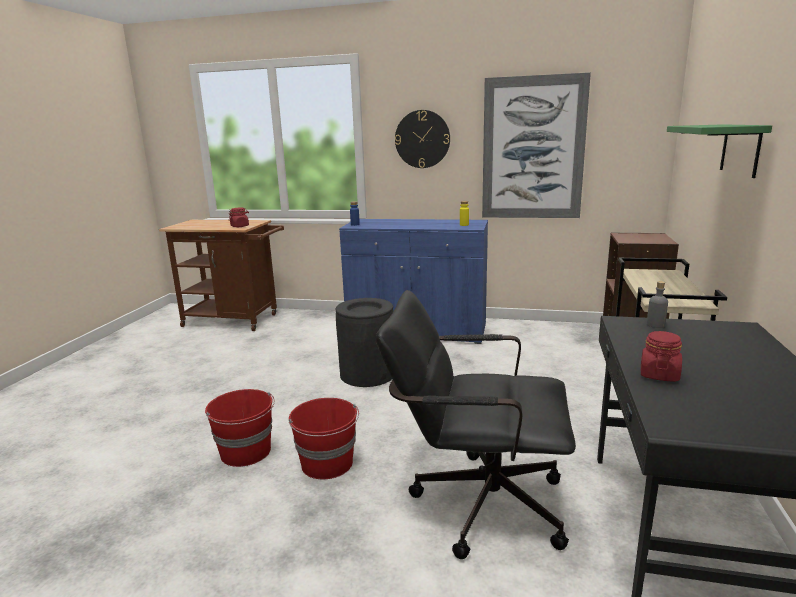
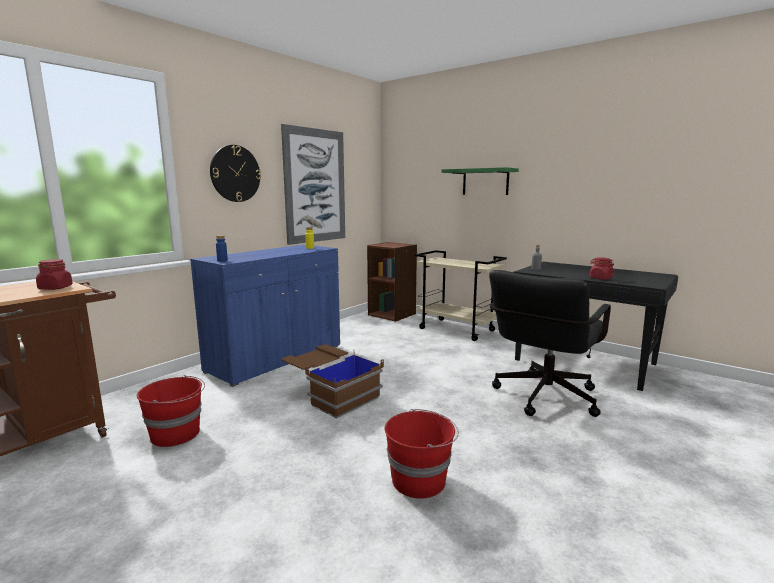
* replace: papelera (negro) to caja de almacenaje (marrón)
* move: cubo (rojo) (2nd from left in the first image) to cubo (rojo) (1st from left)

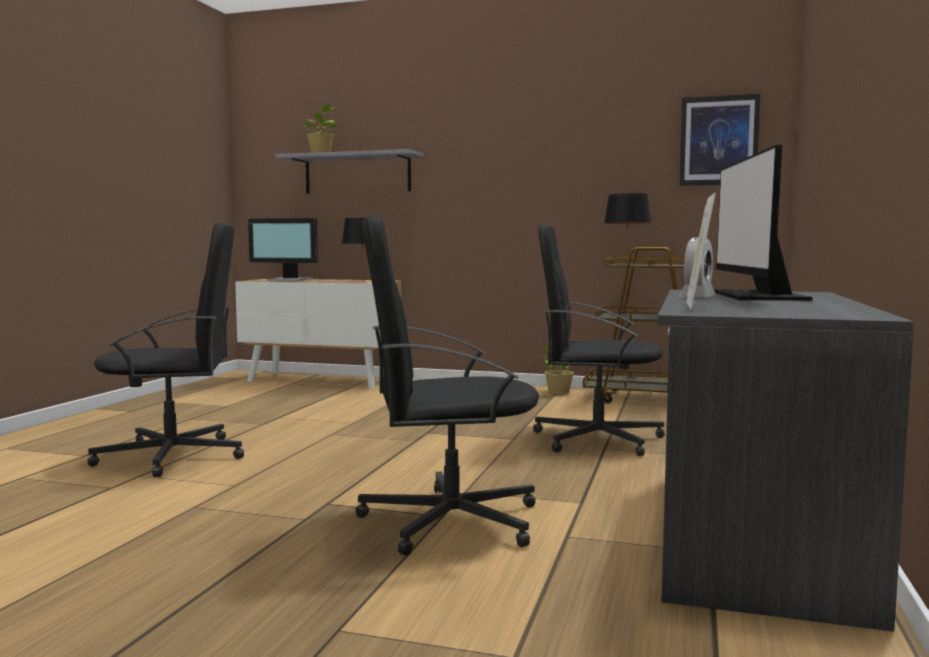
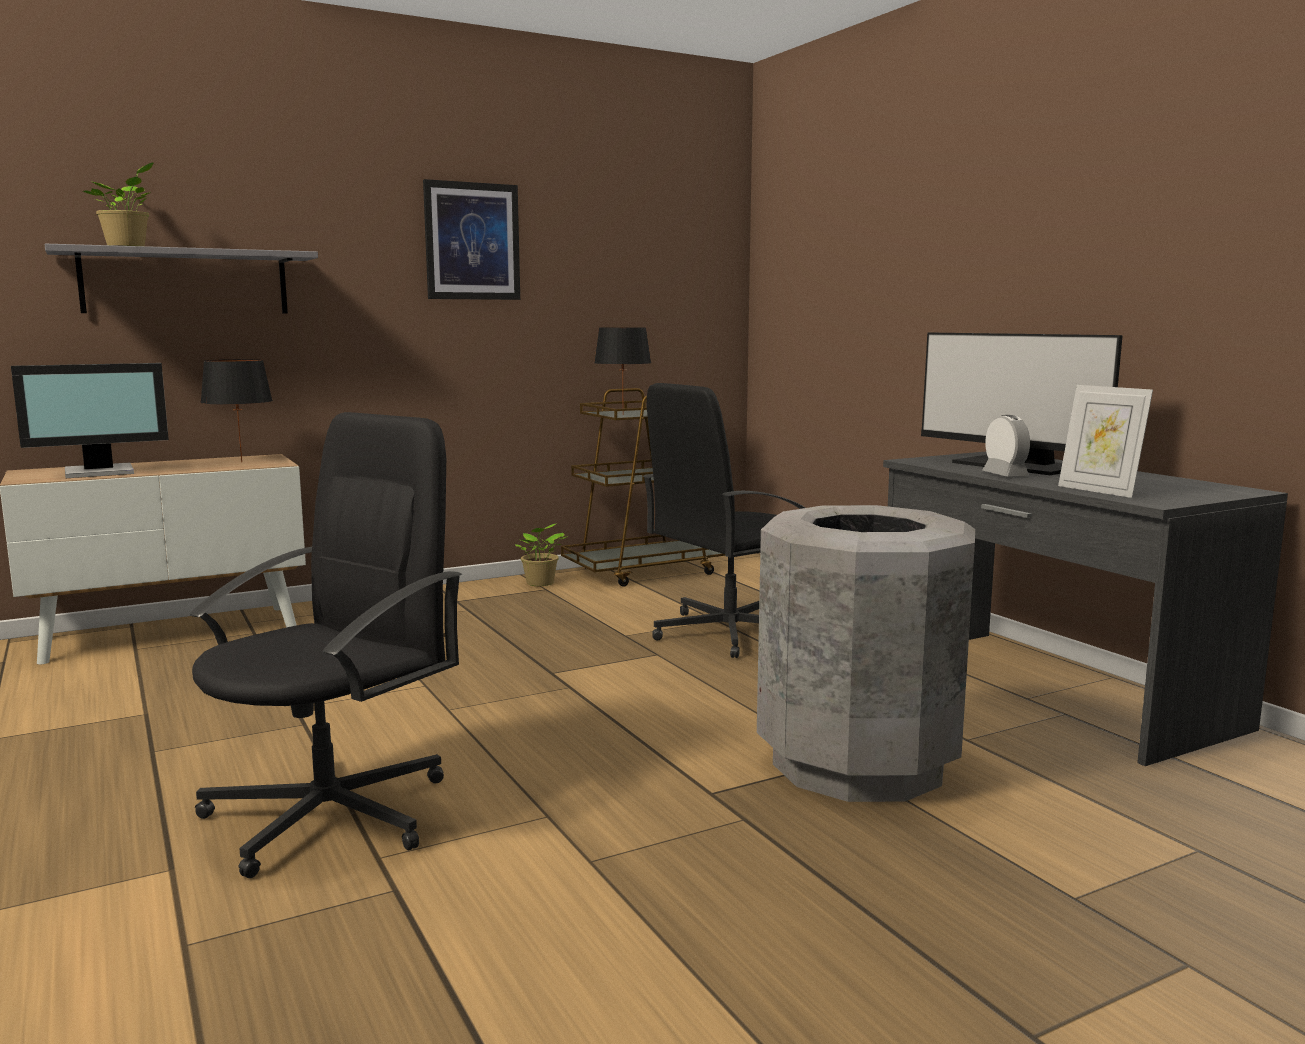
* move: cuadro
* replace: silla de oficina (negro) (2nd from left) to papelera (gris)

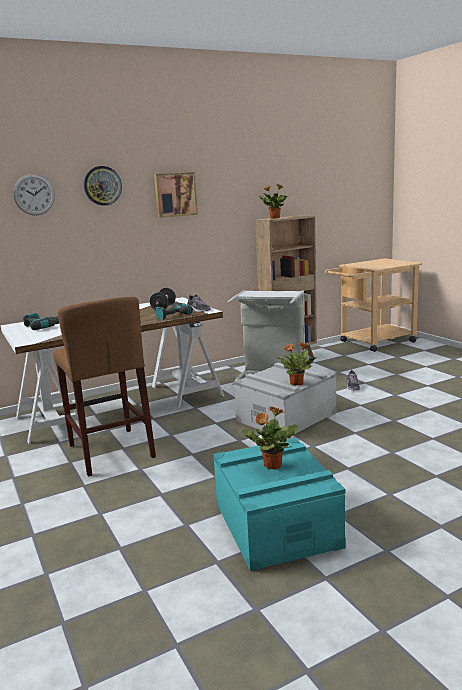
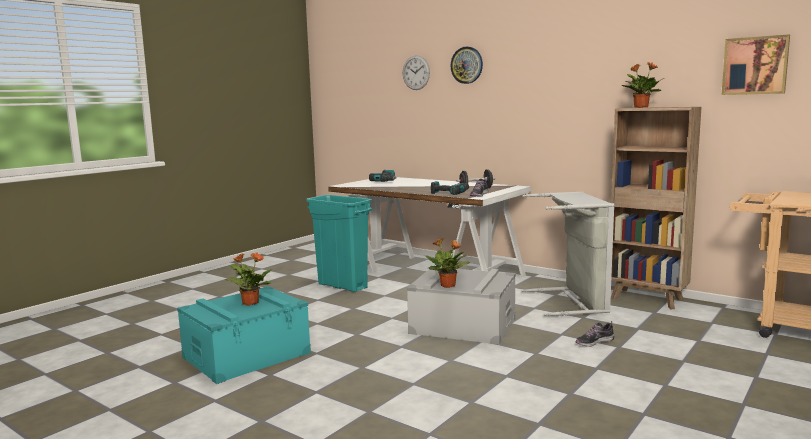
* move: cuadro
* replace: taburete (marrón) to papelera (turquesa)

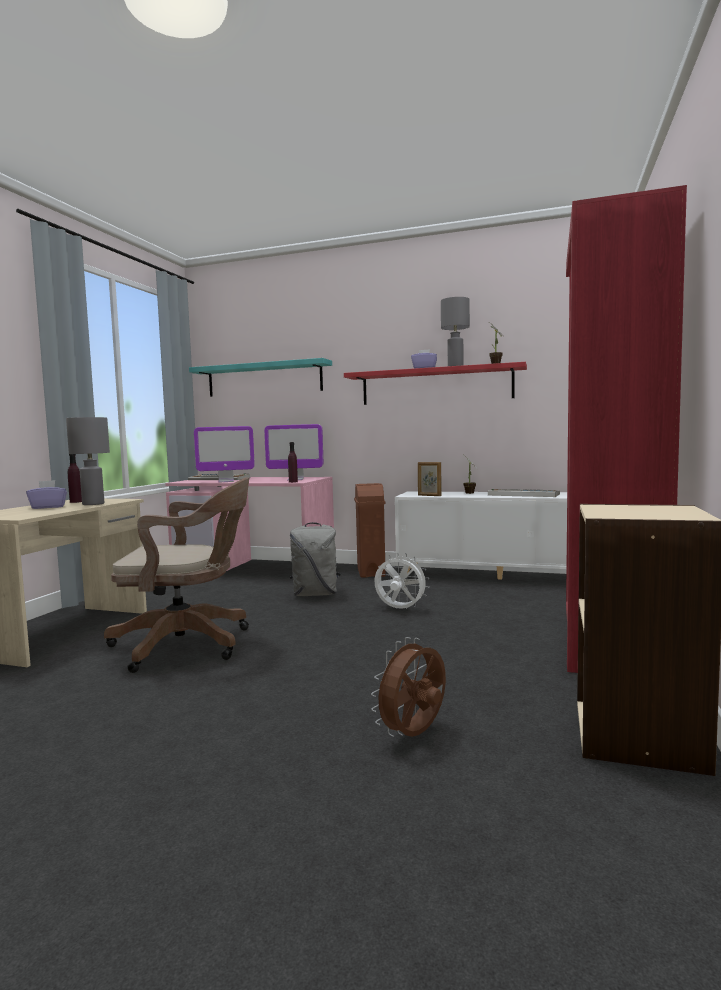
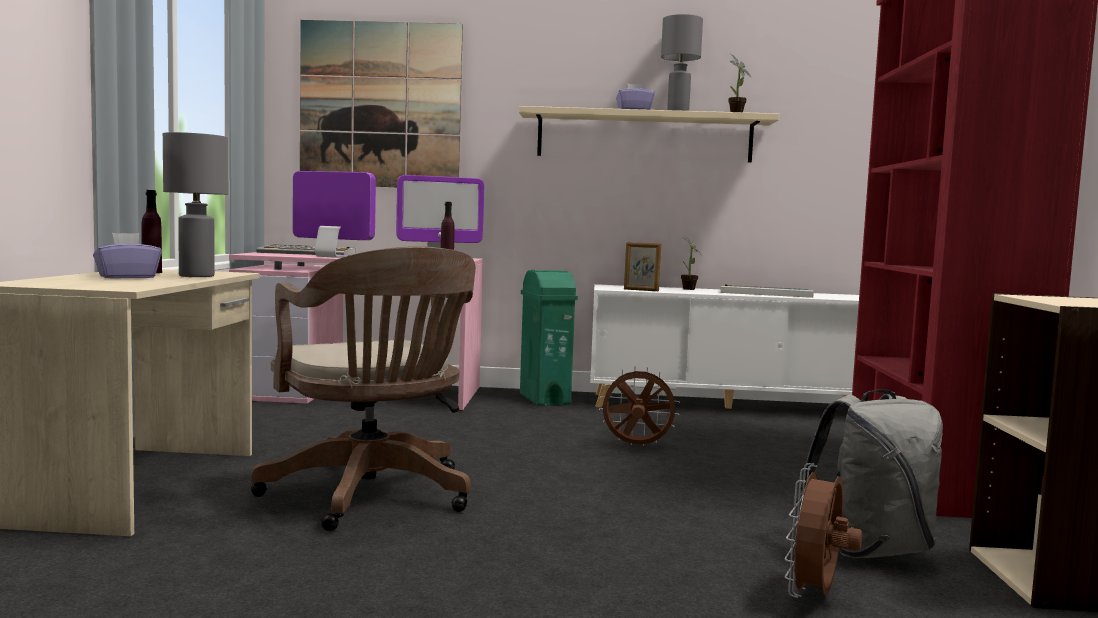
* replace: estante (turquesa) to cuadro
* recolor: estante (rojo) to estante (beis)
* rotate: monitor (1st from left) 135 degrees counterclockwise
* rotate: silla de oficina (marrón) 75 degrees clockwise
* recolor: papelera (marrón) to papelera (verde)
* move: mochila (gris)
* recolor: ventilador (blanco) to ventilador (marrón) (1st from left)

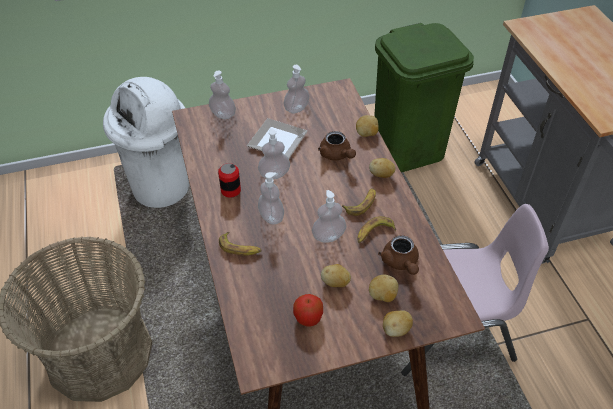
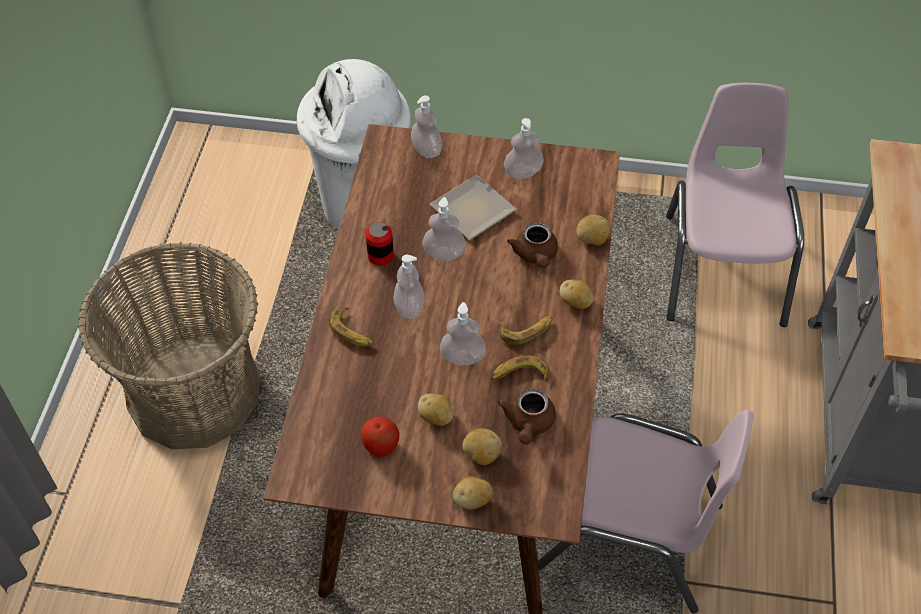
* replace: papelera (verde) to silla (rosa) (2nd from left)

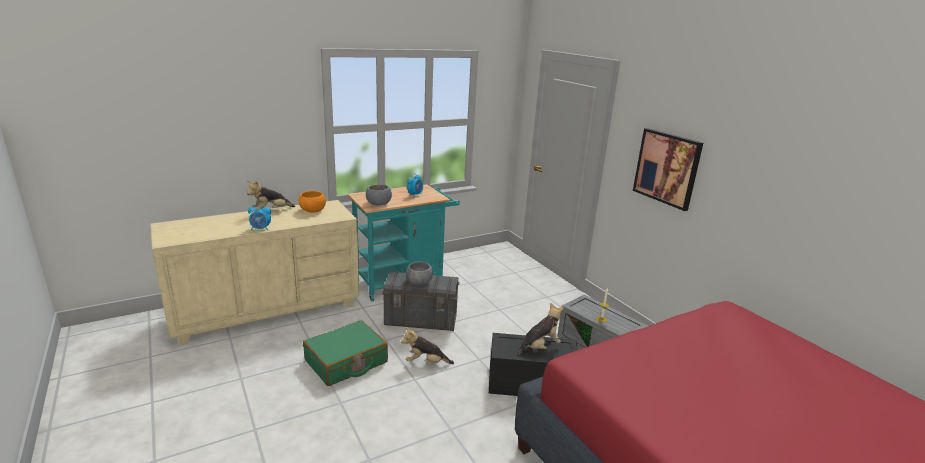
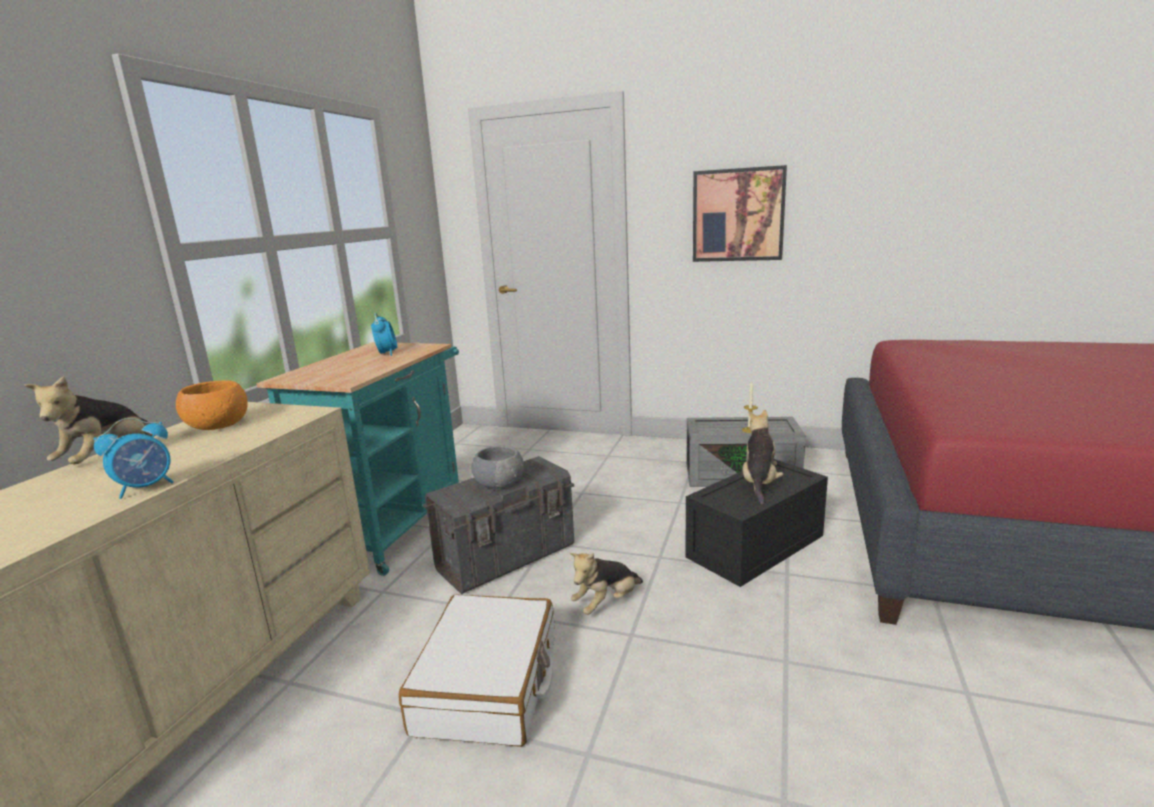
* delete: cuenco (gris) (1st from left)
* recolor: maleta (verde) to maleta (blanco)

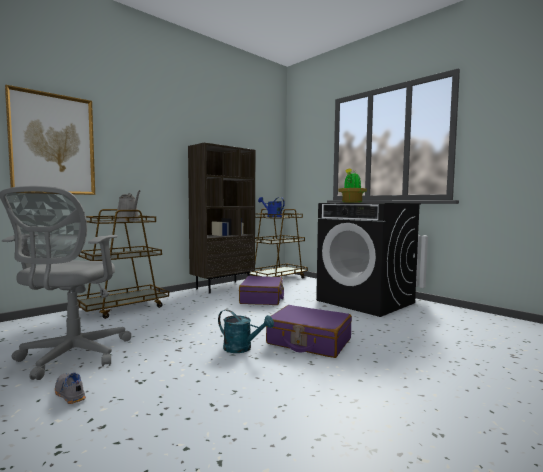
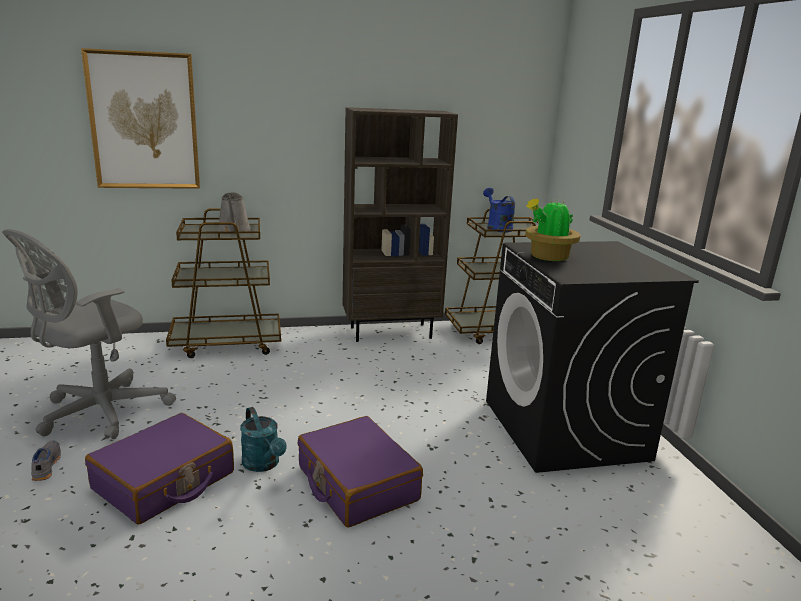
* move: maleta (morado) (1st from left)

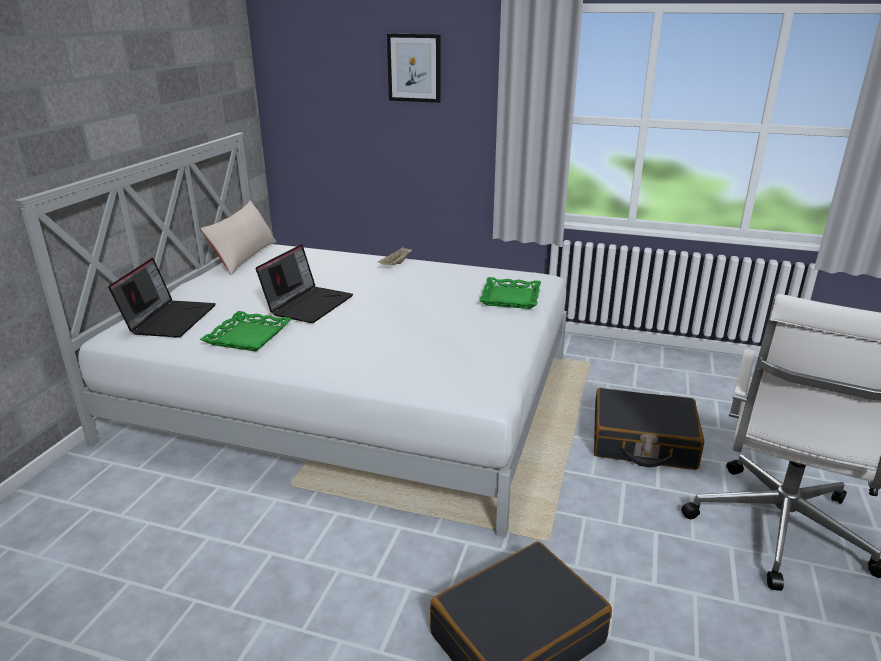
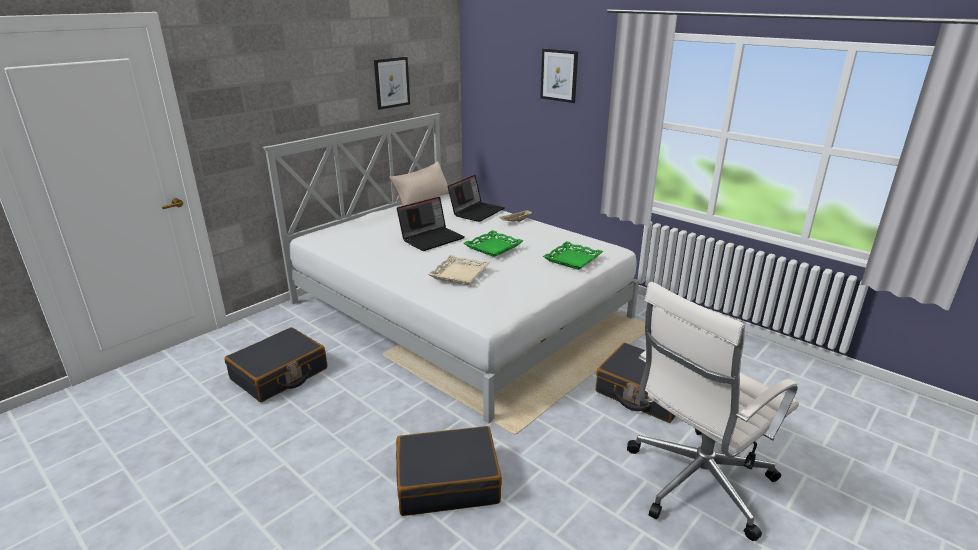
* move: portátil (1st from left in the first image) to portátil (2nd from left)
* move: bandeja (verde) (1st from left)
* insert: cuadro (1st from left)
* insert: bandeja (beis) (1st from left)
* insert: maleta (negro) (1st from left)

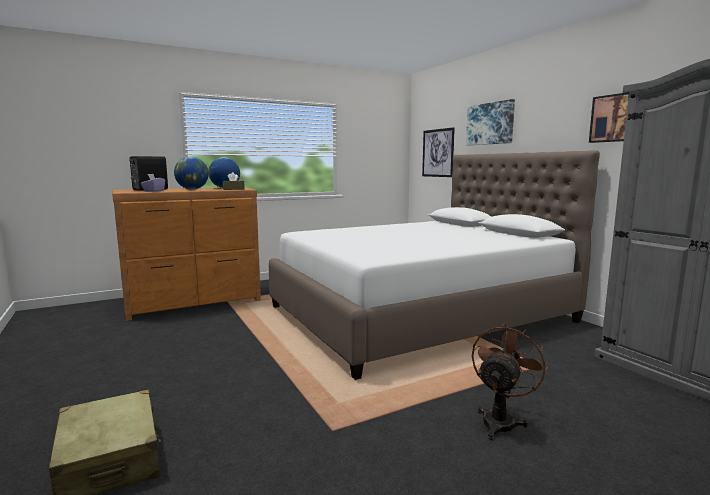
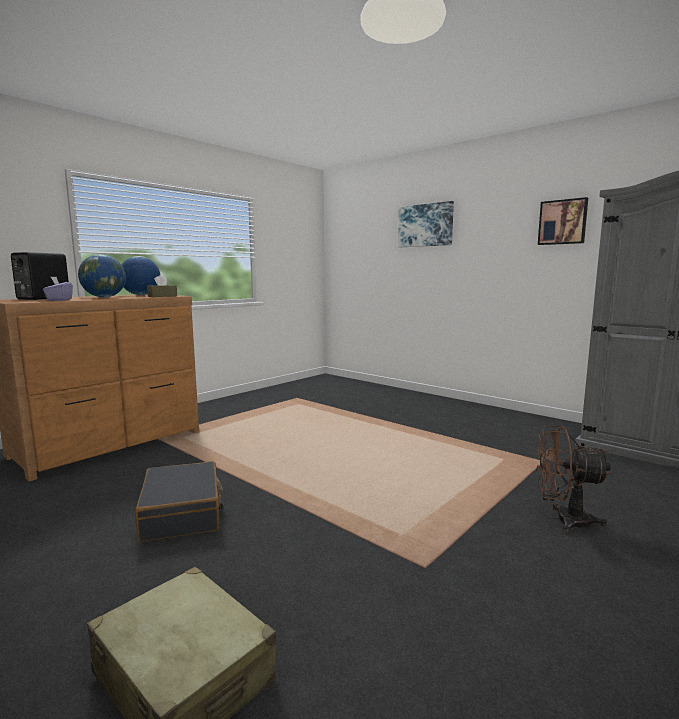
* delete: cuadro (1st from left)
* delete: cama (blanco)
* rotate: ventilador (marrón) 90 degrees counterclockwise
* insert: maleta (negro)

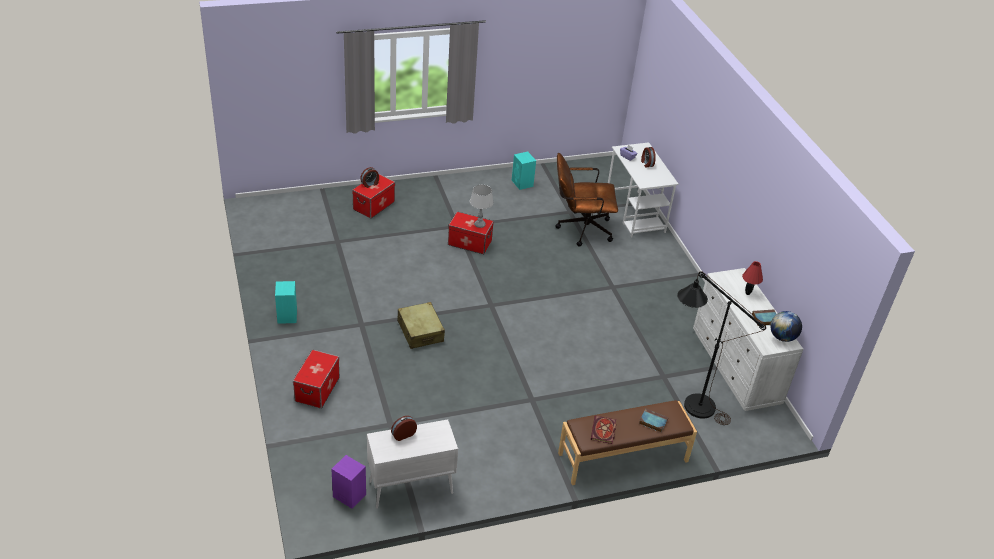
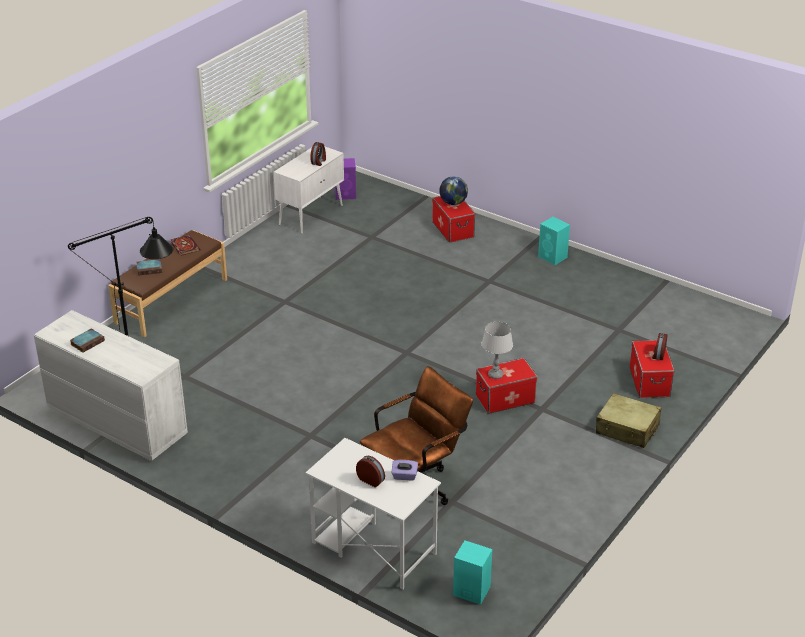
* move: altavoz (turquesa) (2nd from left in the first image) to altavoz (turquesa) (1st from left)
* delete: lámpara de mesa (rojo)
* move: maleta (beis)
* move: globo terráqueo

